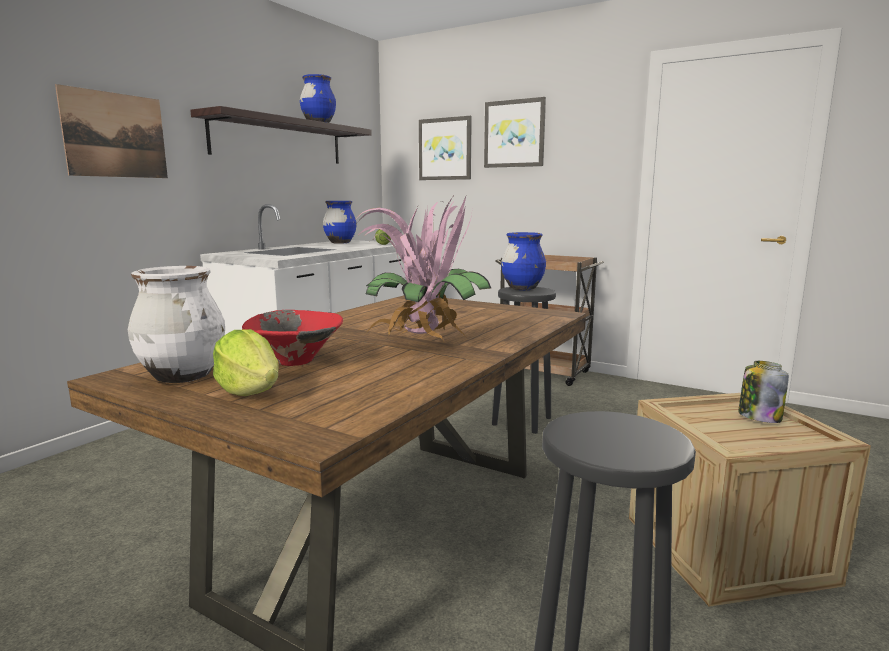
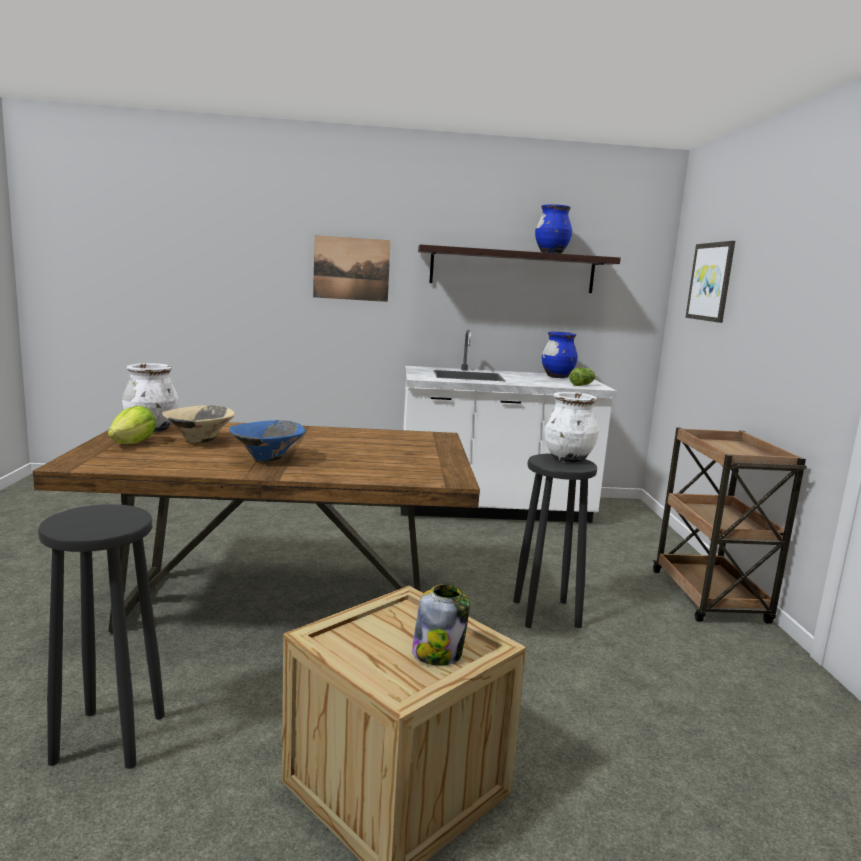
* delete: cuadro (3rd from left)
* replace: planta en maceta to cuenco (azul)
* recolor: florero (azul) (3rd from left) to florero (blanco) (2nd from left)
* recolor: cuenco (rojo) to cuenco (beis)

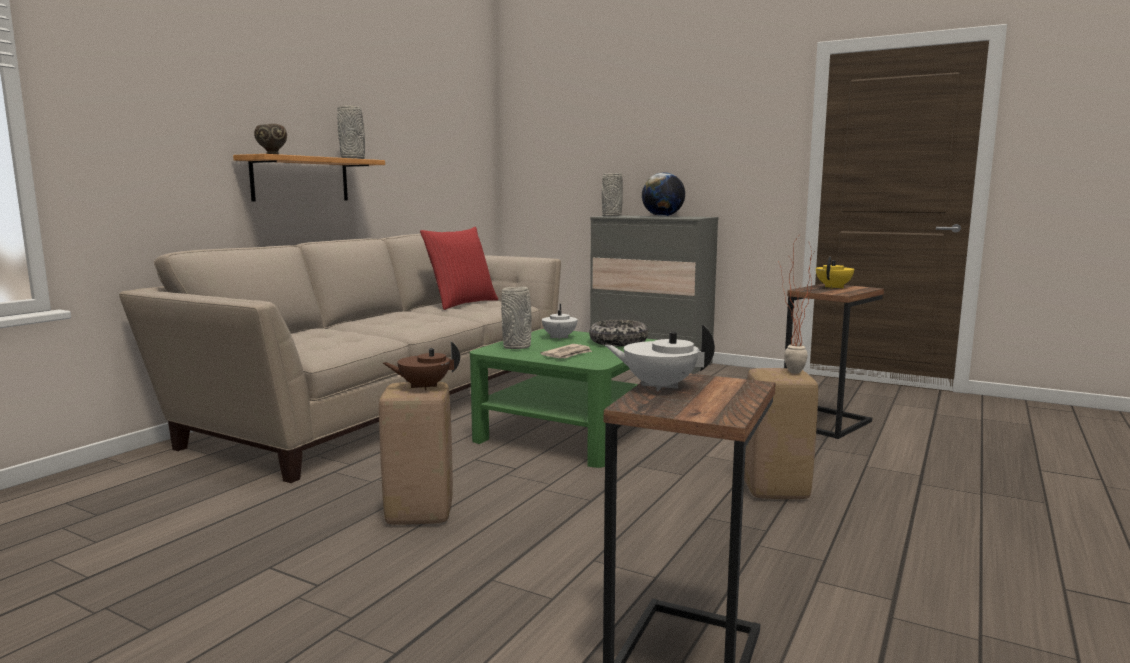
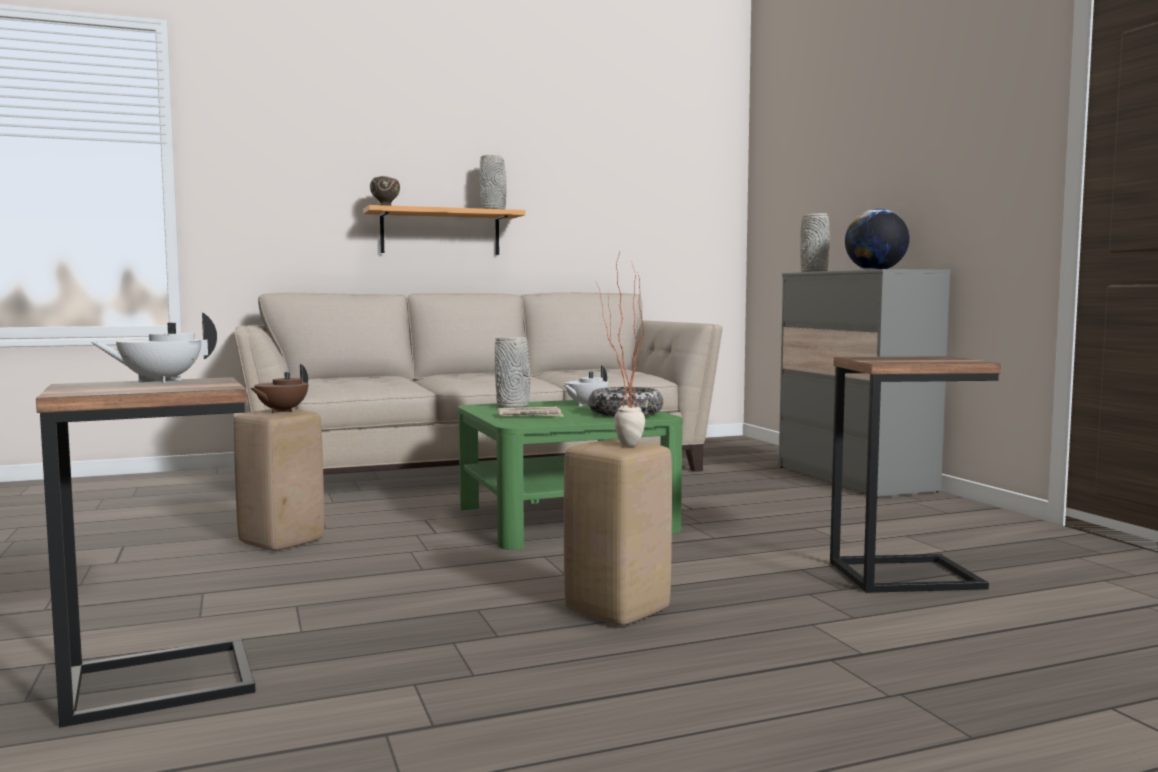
* delete: cojín (rojo)
* delete: tetera (amarillo)
* rotate: tetera (blanco) (2nd from left in the first image) 90 degrees counterclockwise
* rotate: tetera (marrón) 90 degrees counterclockwise

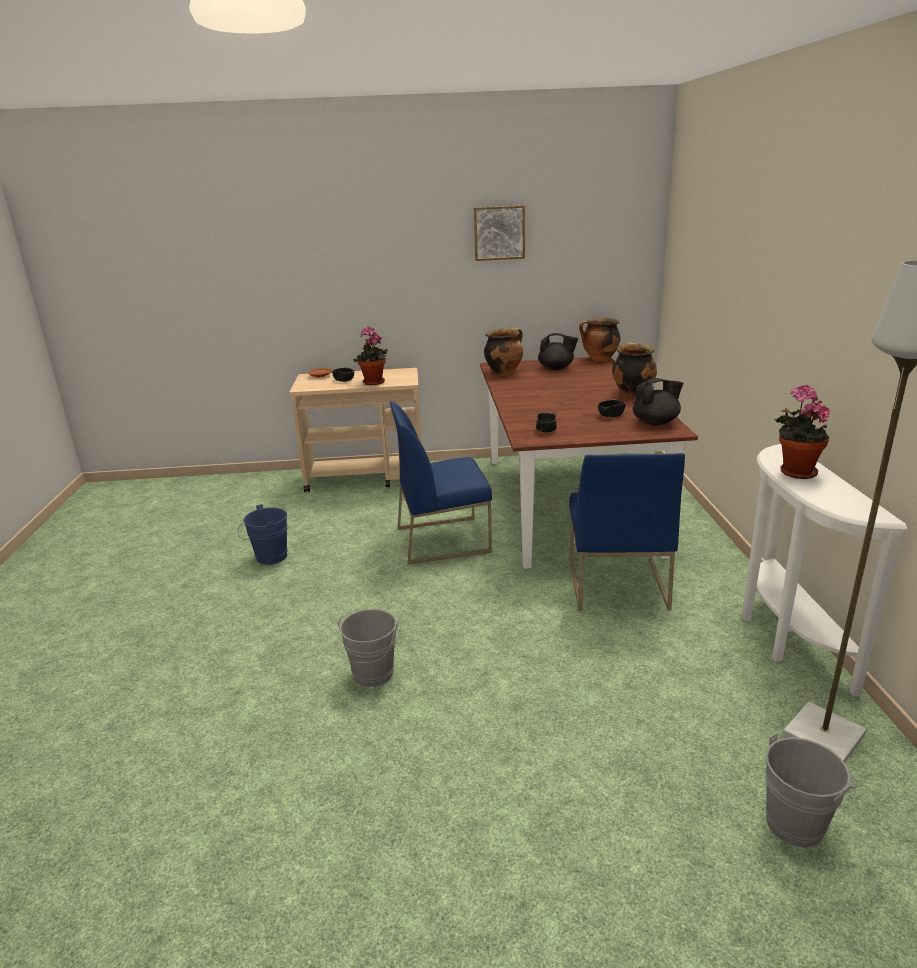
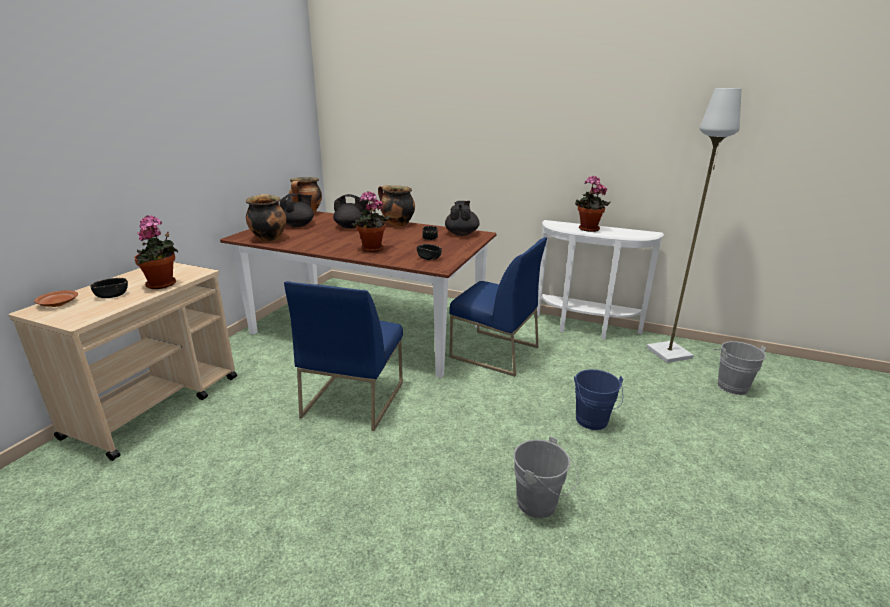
* delete: cuadro
* move: cubo (azul)
* insert: planta en maceta (2nd from left)
* insert: tetera (negro) (2nd from left)

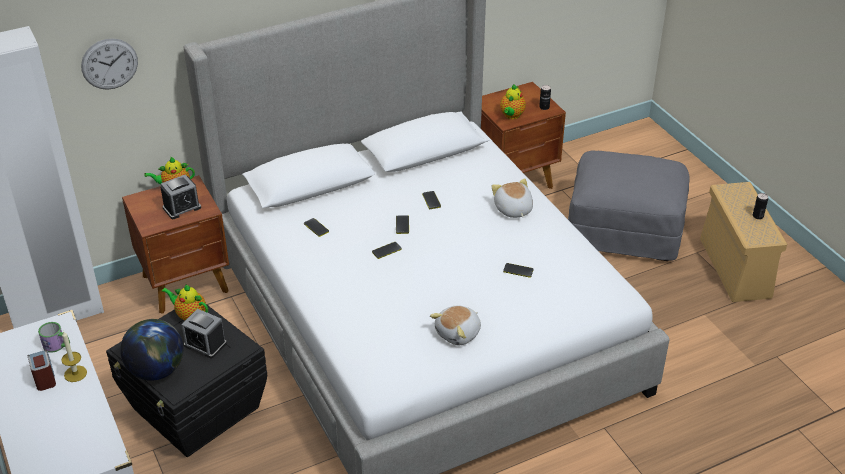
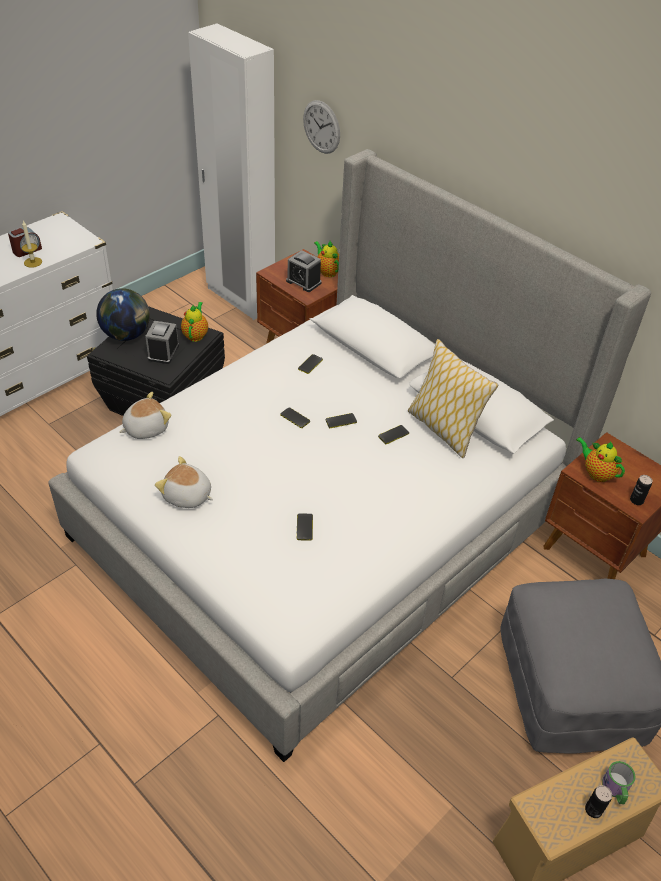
* rotate: tetera (3rd from left) 45 degrees clockwise
* move: peluche (2nd from left in the first image) to peluche (1st from left)
* move: taza grande
* insert: cojín

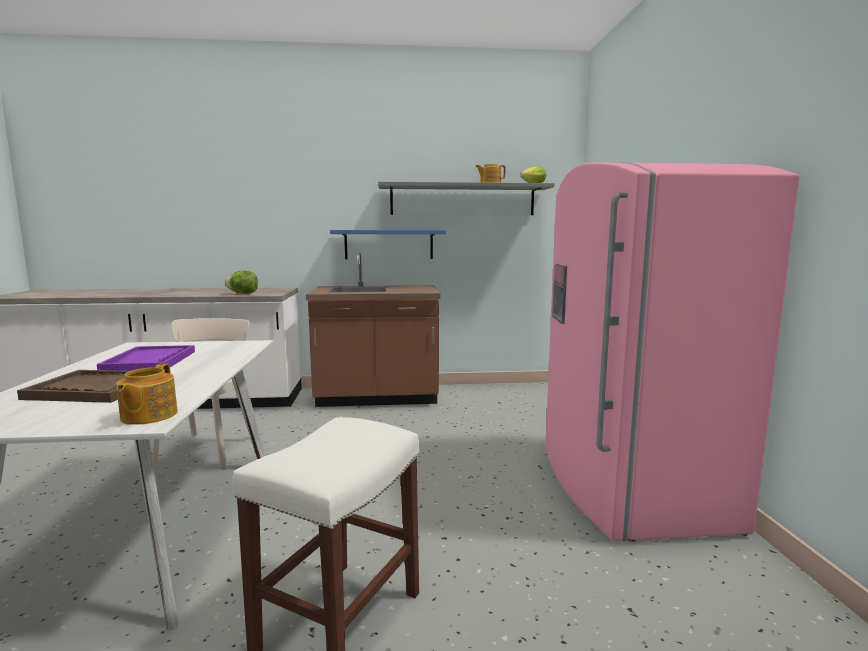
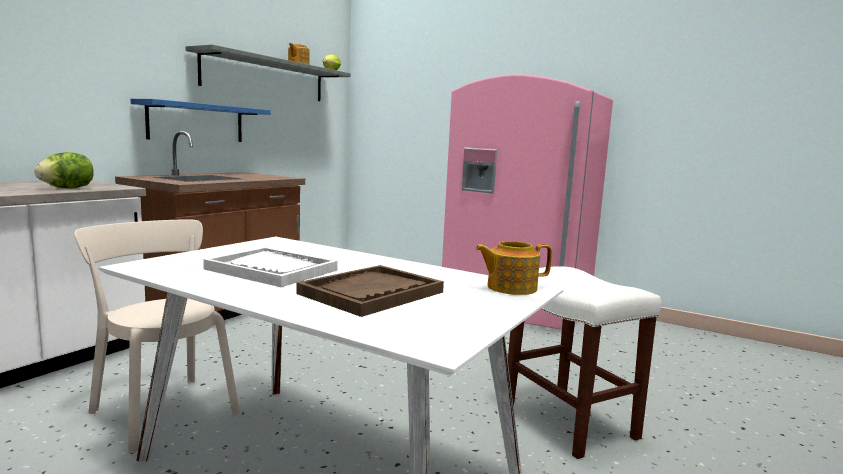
* recolor: bandeja (morado) to bandeja (blanco)
* rotate: tetera (1st from left in the first image) 135 degrees clockwise

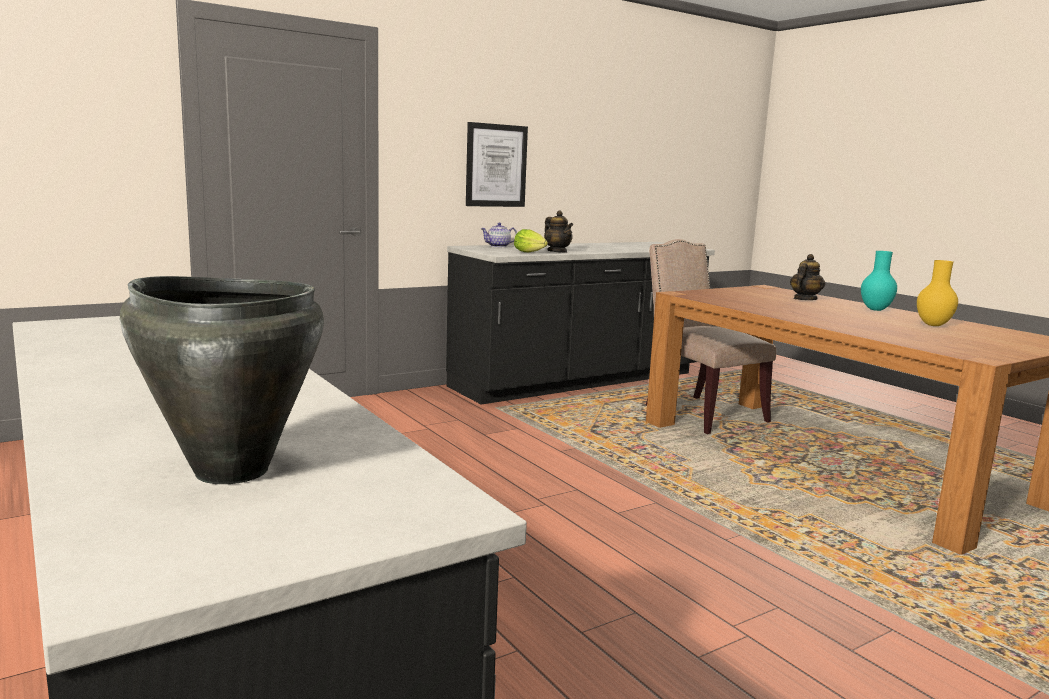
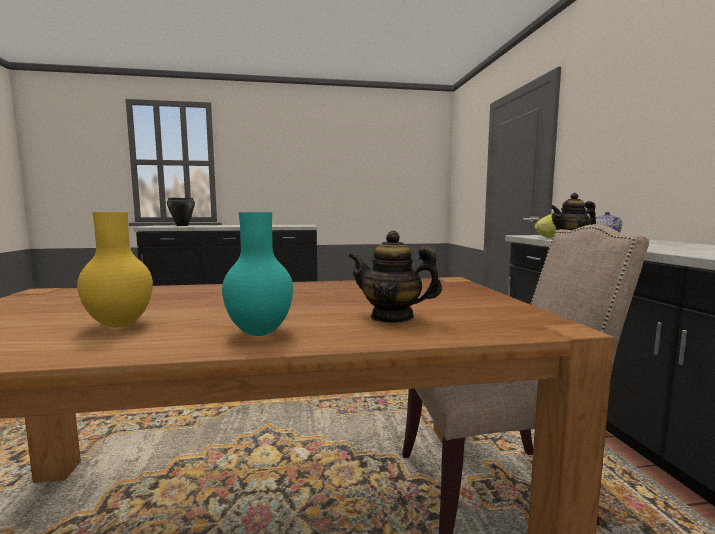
* delete: cuadro
* rotate: tetera (3rd from left in the first image) 135 degrees clockwise

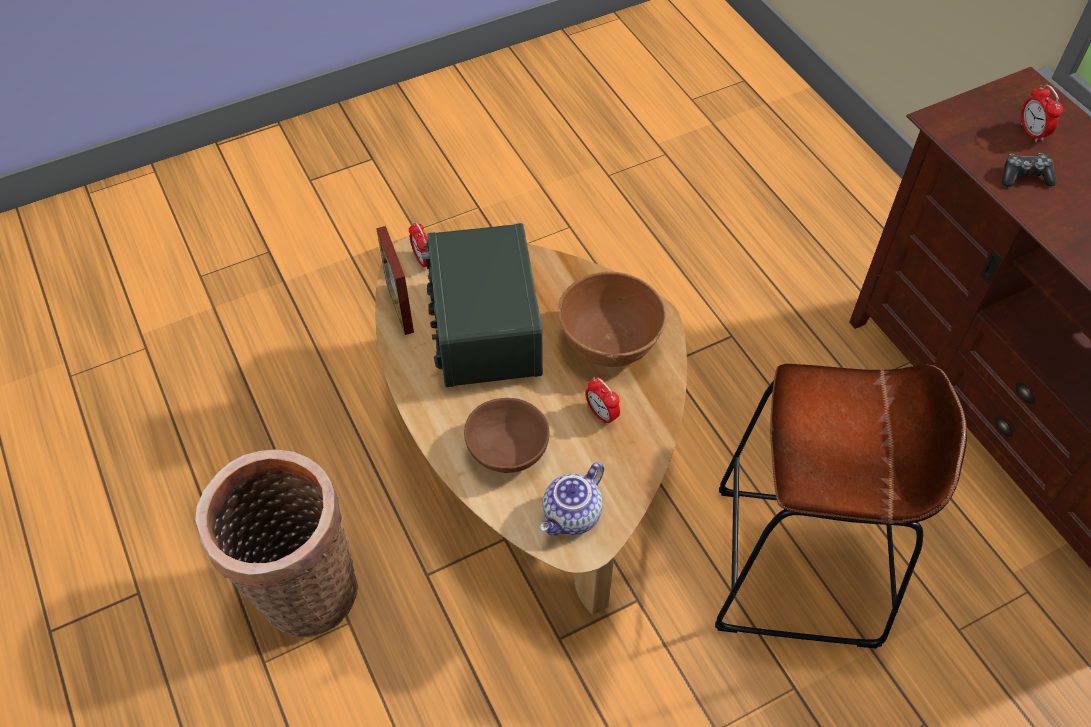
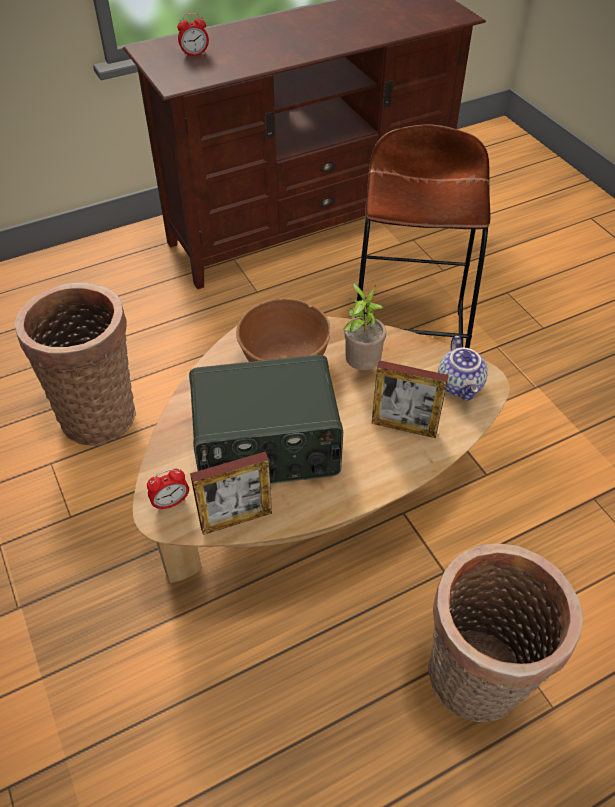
* delete: mando de consola
* replace: despertador (2nd from left) to planta en maceta
* replace: cuenco (marrón) (1st from left) to portarretratos (2nd from left)
* rotate: tetera 45 degrees clockwise
* insert: cesta (1st from left)

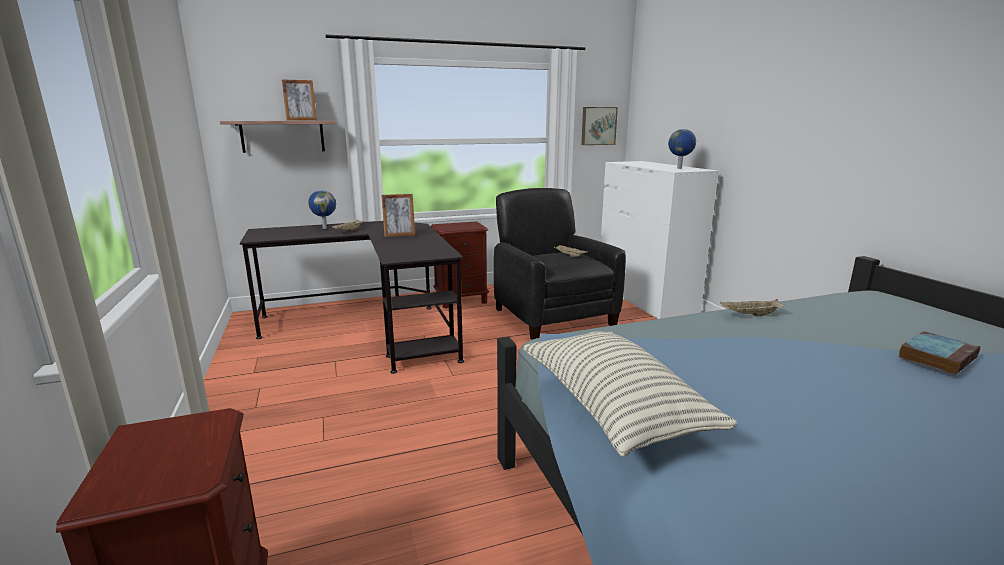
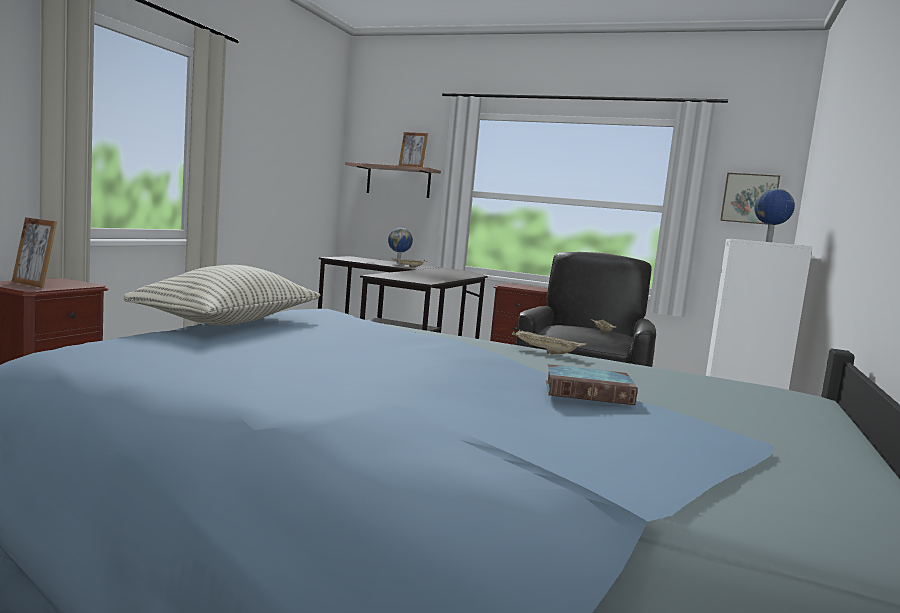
* move: portarretratos (2nd from left in the first image) to portarretratos (1st from left)

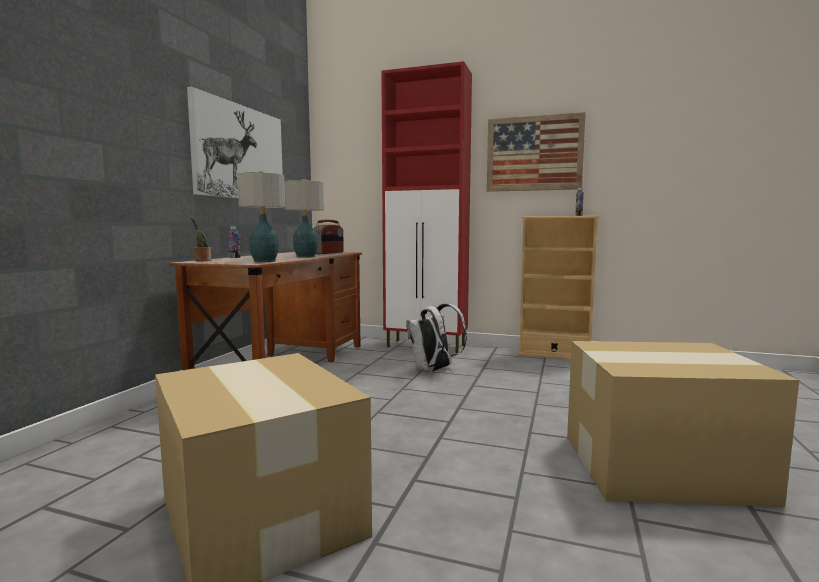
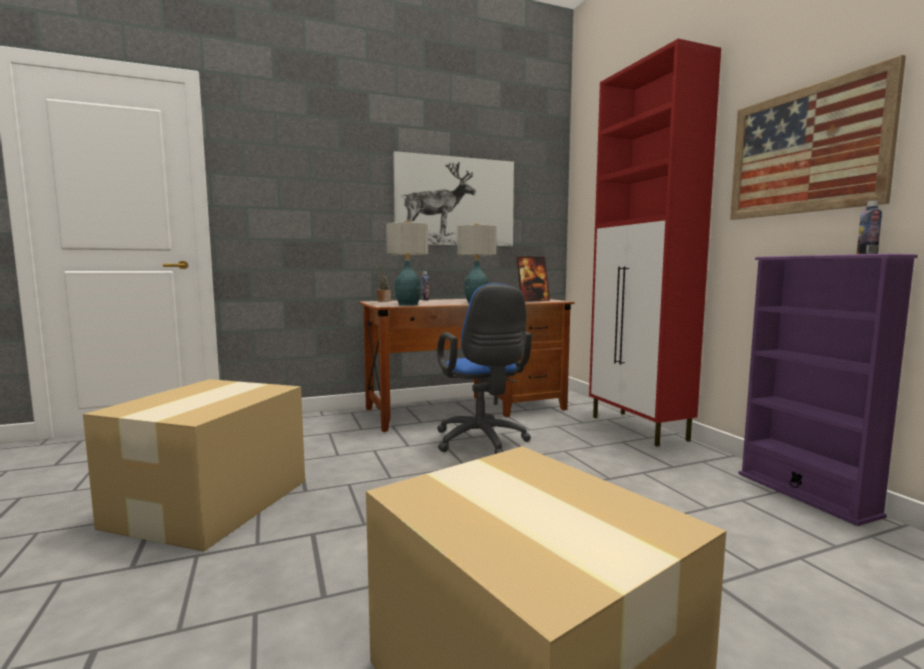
* recolor: estantería (beis) to estantería (morado)
* replace: radio to portarretratos
* delete: mochila (blanco)
* insert: silla de oficina (azul)

